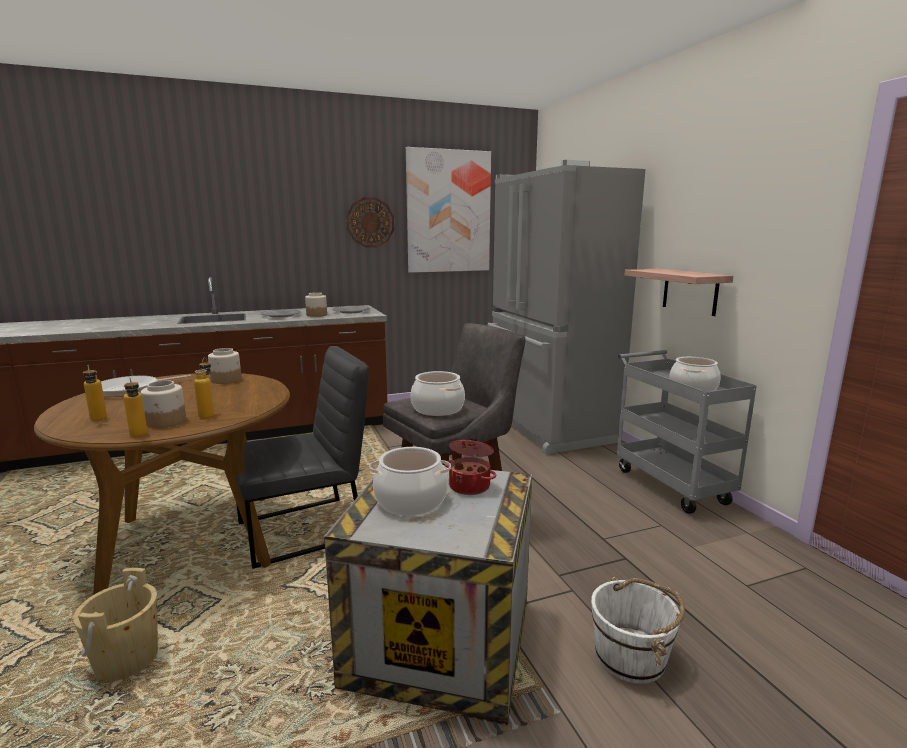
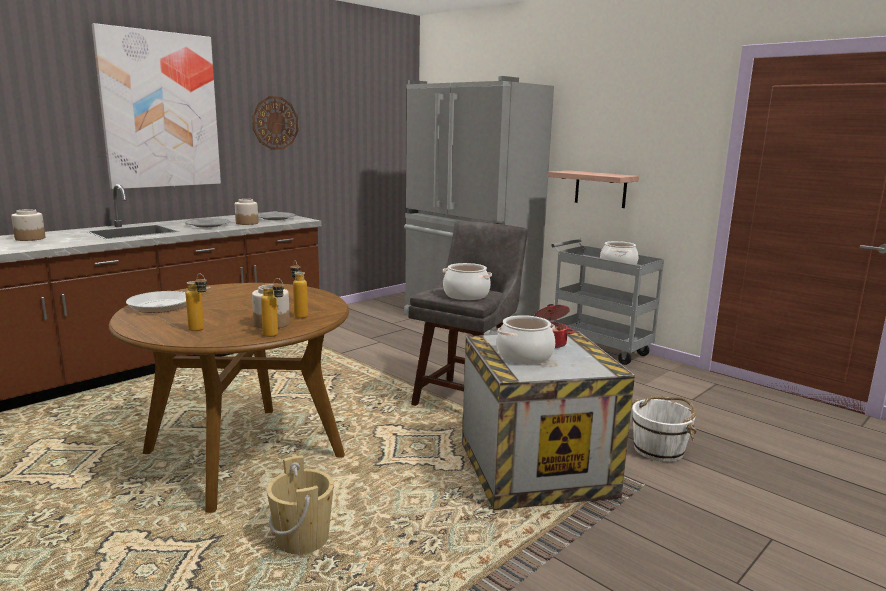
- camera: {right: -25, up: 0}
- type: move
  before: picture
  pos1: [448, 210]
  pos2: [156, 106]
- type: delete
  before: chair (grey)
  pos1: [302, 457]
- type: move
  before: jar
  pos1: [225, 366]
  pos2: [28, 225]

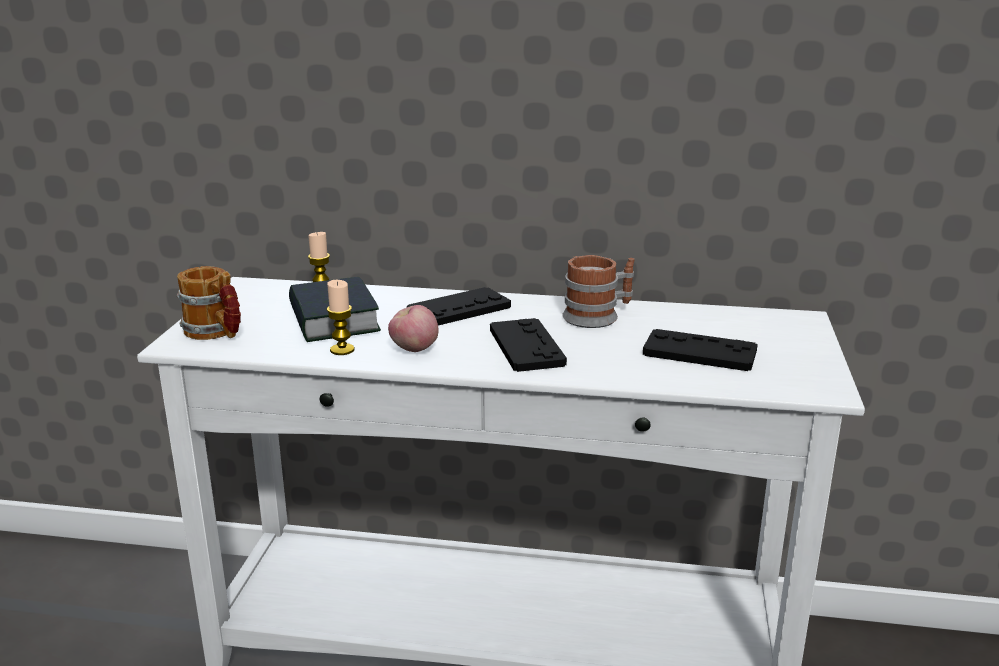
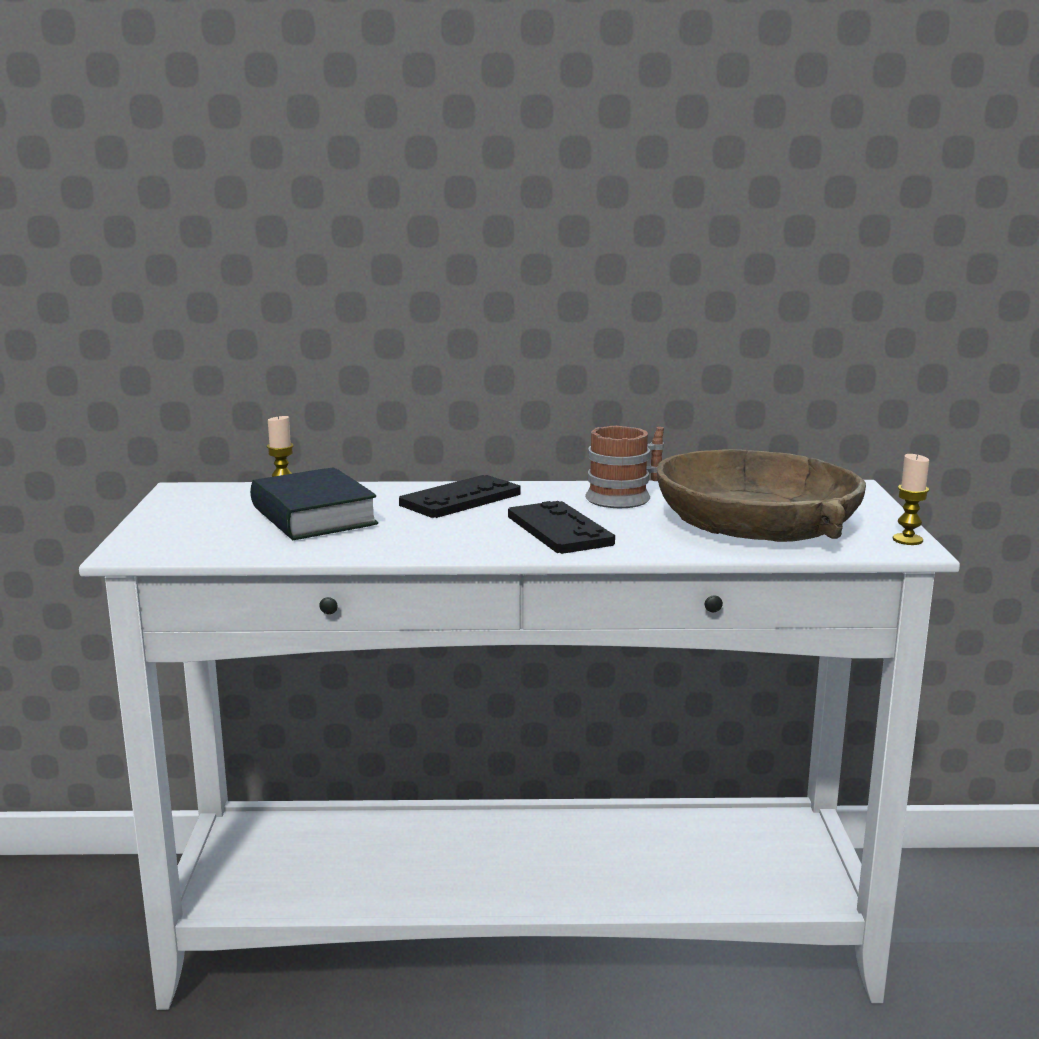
- camera: {right: -10, up: -5}
- type: delete
  before: mug
  pos1: [209, 303]
- type: move
  before: candle
  pos1: [341, 317]
  pos2: [911, 499]
- type: delete
  before: apple
  pos1: [413, 328]
- type: replace
  before: game controller (black)
  after: bowl (brown)
  pos1: [700, 350]
  pos2: [761, 495]

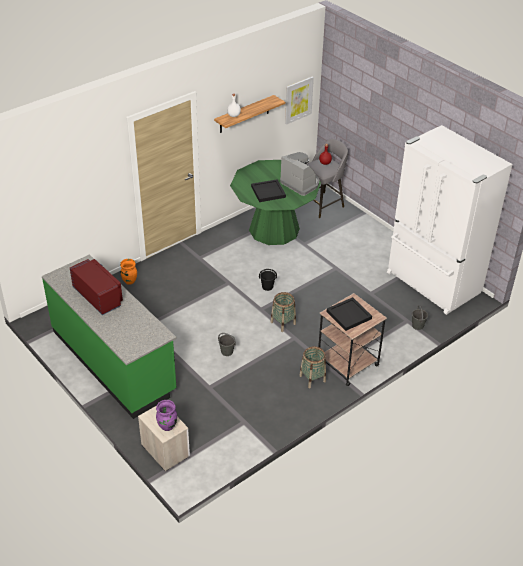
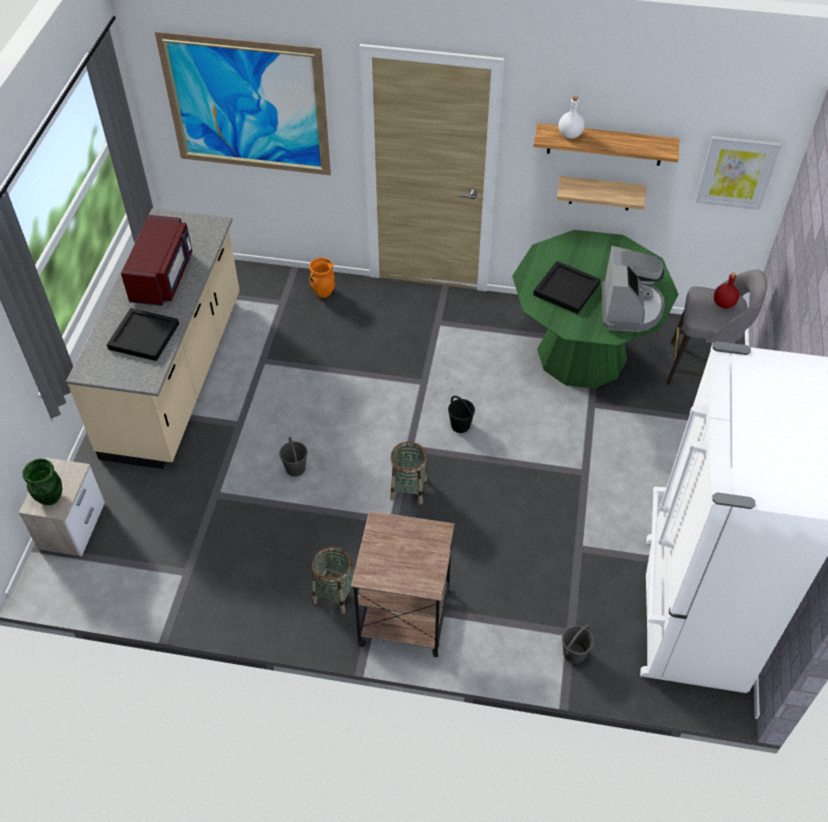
- camera: {right: 50, up: 10}
- type: recolor
  before: counter (green)
  after: counter (beige)
  pos1: [109, 336]
  pos2: [153, 338]
- type: move
  before: tray (black)
  pos1: [349, 314]
  pos2: [143, 334]
- type: recolor
  before: vase (purple)
  after: vase (green)
  pos1: [166, 415]
  pos2: [42, 482]
- type: insert
  after: picture
  pos2: [243, 103]
- type: insert
  after: shelf
  pos2: [601, 193]

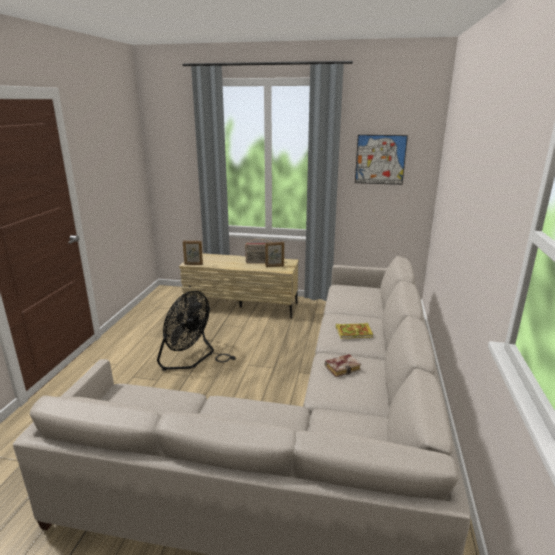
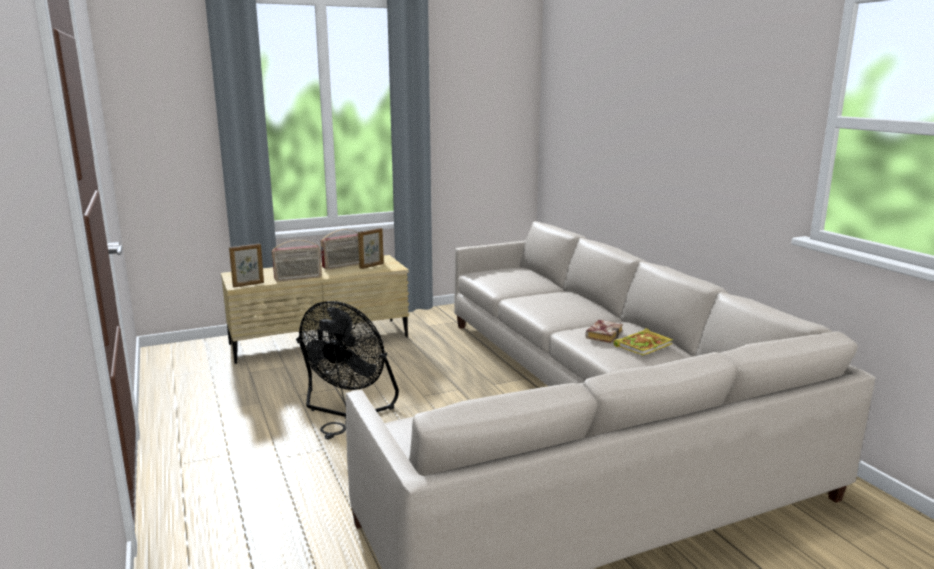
- camera: {right: -35, up: -5}
- type: delete
  before: picture
  pos1: [381, 160]
- type: rotate
  before: fan (black)
  pos1: [196, 331]
  pos2: [347, 370]
  turn: 120
- type: move
  before: book
  pos1: [354, 330]
  pos2: [643, 342]
- type: insert
  after: radio
  pos2: [297, 260]

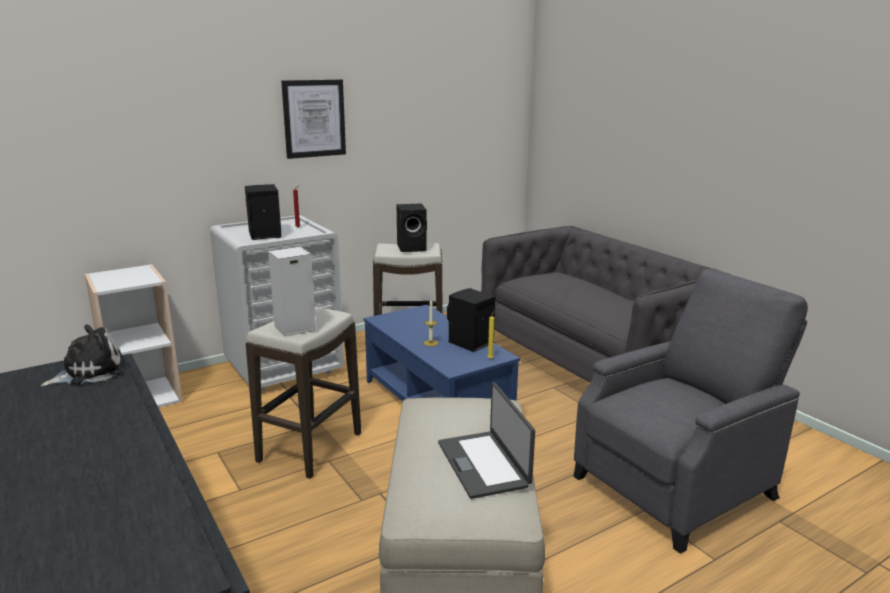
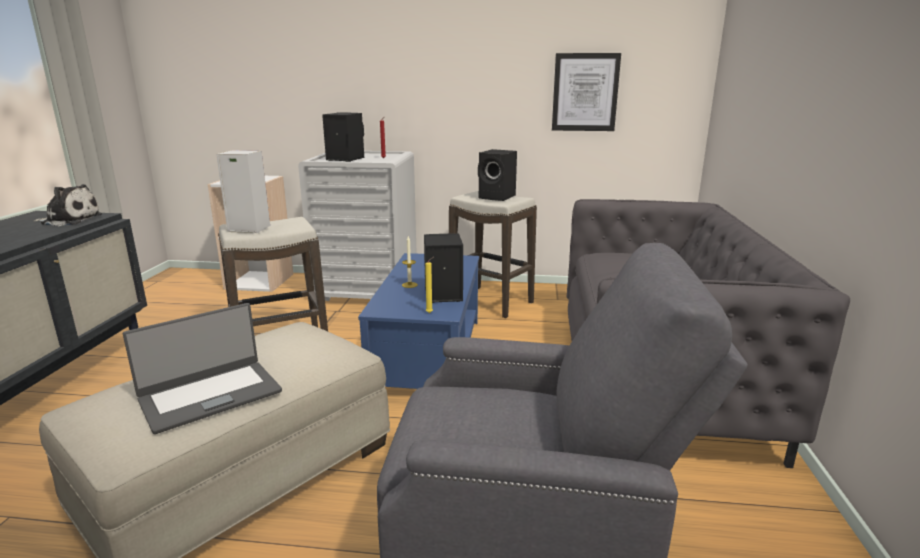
- camera: {right: 40, up: 0}
- type: move
  before: picture
  pos1: [313, 119]
  pos2: [586, 92]
- type: rotate
  before: laptop
  pos1: [486, 440]
  pos2: [202, 368]
  turn: -150

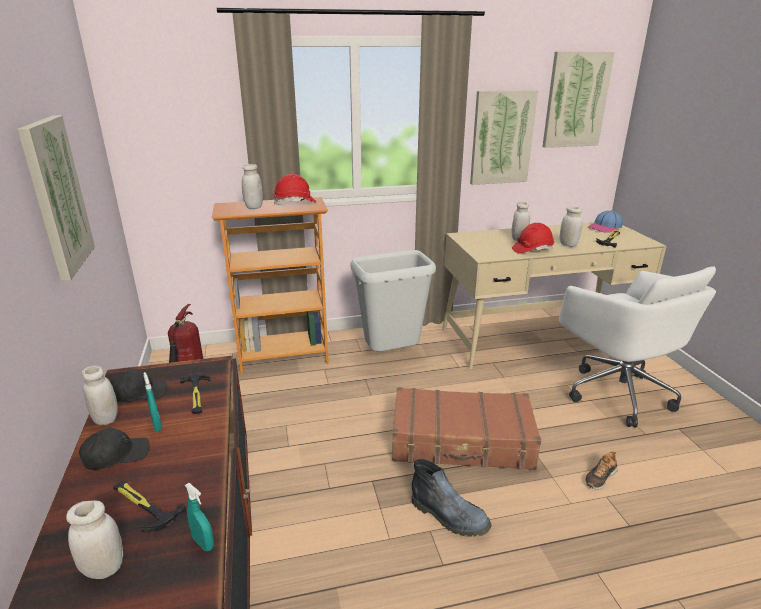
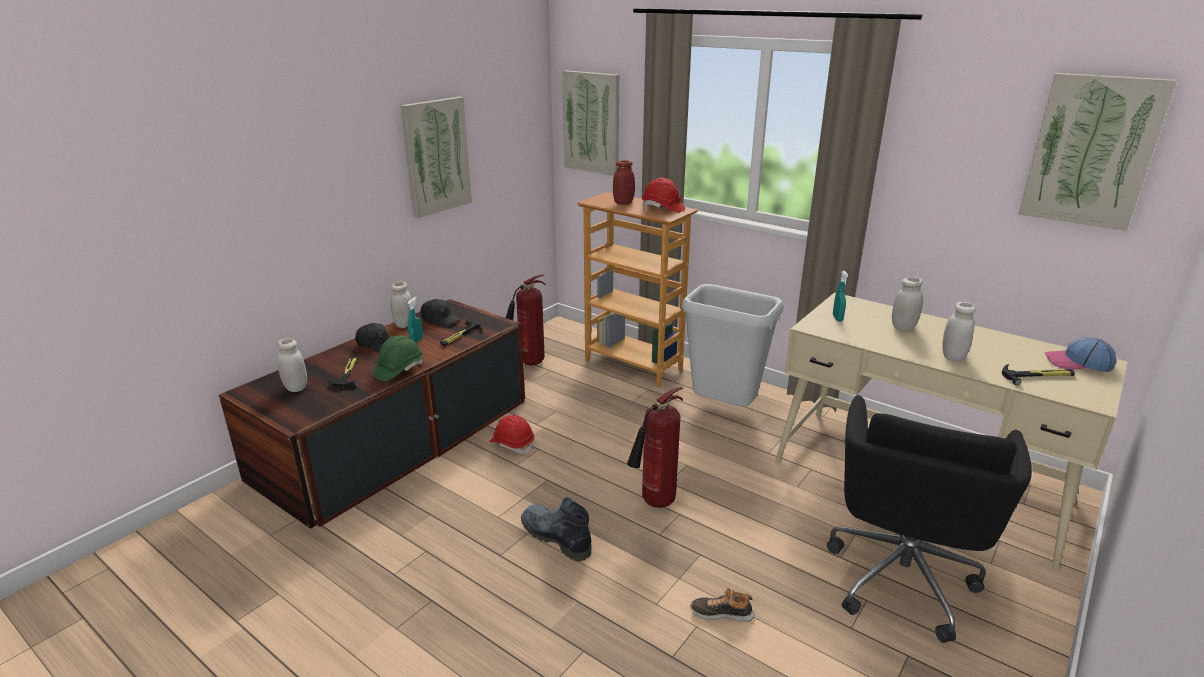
- camera: {right: 50, up: 0}
- type: move
  before: picture
  pos1: [504, 137]
  pos2: [590, 123]
- type: recolor
  before: jar (white)
  after: jar (red)
  pos1: [252, 186]
  pos2: [624, 182]
- type: move
  before: hard hat (red)
  pos1: [533, 238]
  pos2: [512, 434]
- type: recolor
  before: office chair (white)
  after: office chair (black)
  pos1: [637, 347]
  pos2: [929, 519]
- type: replace
  before: suitcase (brown)
  after: fire extinguisher
  pos1: [466, 428]
  pos2: [655, 447]
- type: rotate
  before: boot
  pos1: [452, 498]
  pos2: [556, 529]
  turn: 135
- type: move
  before: spray bottle (turquoise)
  pos1: [199, 517]
  pos2: [840, 296]
- type: insert
  after: hard hat (green)
  pos2: [398, 358]

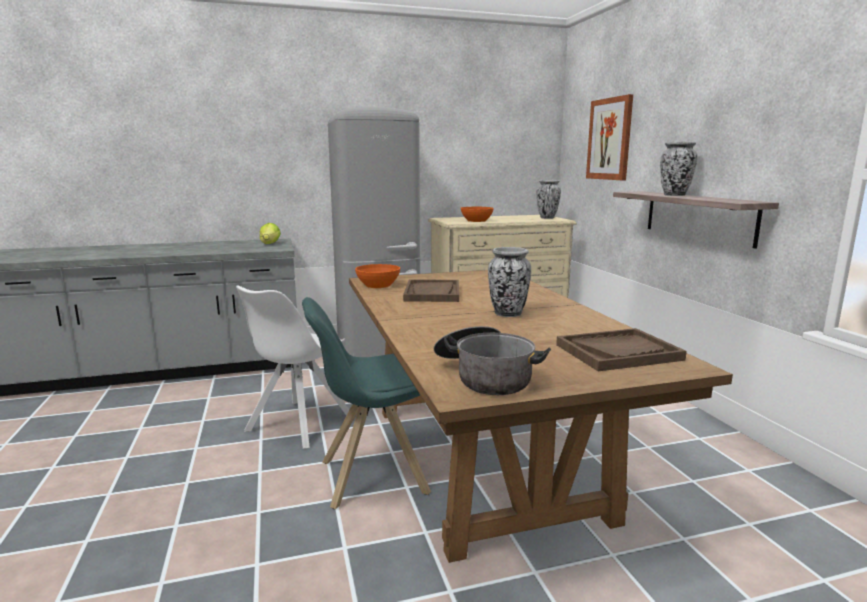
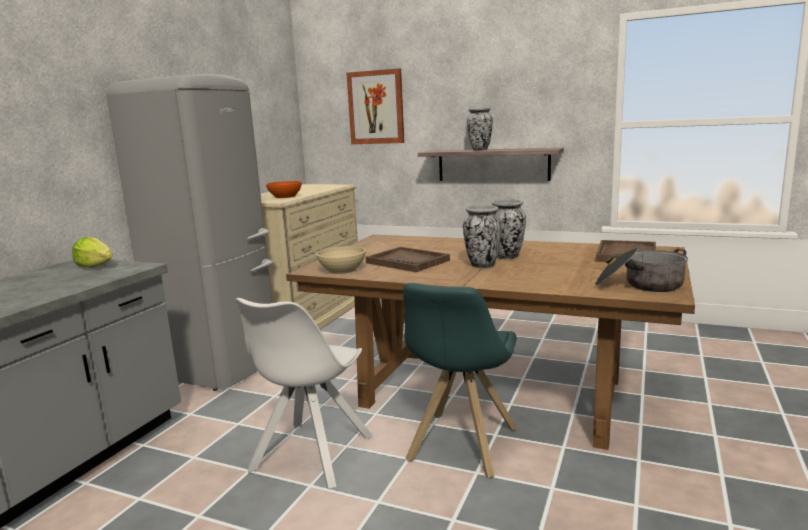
- camera: {right: -50, up: 0}
- type: move
  before: vase
  pos1: [549, 199]
  pos2: [482, 236]
- type: recolor
  before: bowl (orange)
  after: bowl (beige)
  pos1: [377, 276]
  pos2: [341, 260]
- type: rotate
  before: chair (white)
  pos1: [292, 367]
  pos2: [304, 393]
  turn: 45

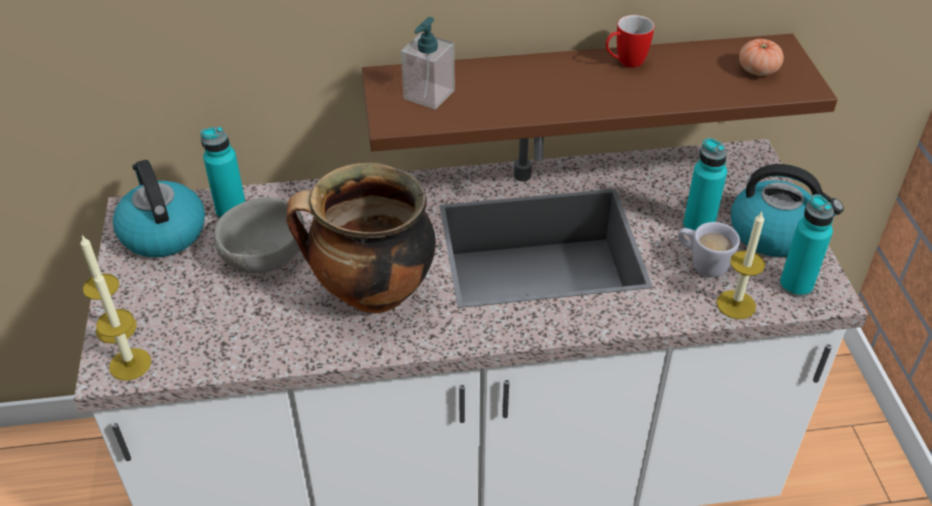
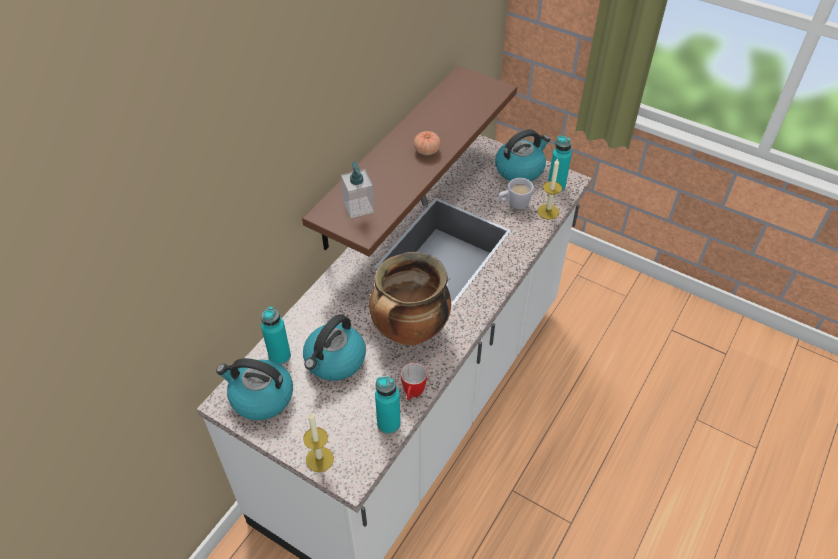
- camera: {right: -50, up: 5}
- type: move
  before: mug
  pos1: [630, 41]
  pos2: [414, 381]
- type: move
  before: tomato
  pos1: [761, 57]
  pos2: [427, 143]
- type: move
  before: bottle (turquoise)
  pos1: [705, 184]
  pos2: [388, 405]
- type: replace
  before: bowl (grey)
  after: kettle
  pos1: [259, 235]
  pos2: [334, 347]
- type: delete
  before: candle
  pos1: [122, 326]

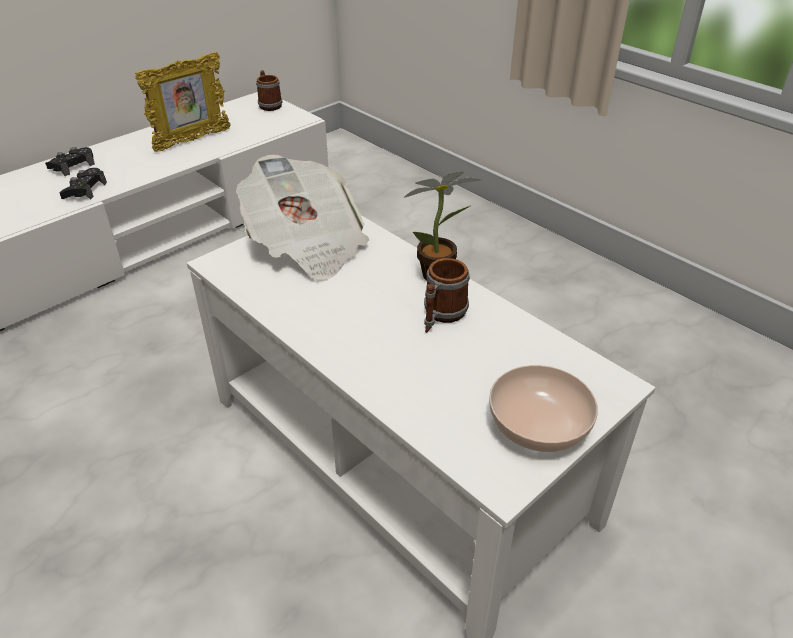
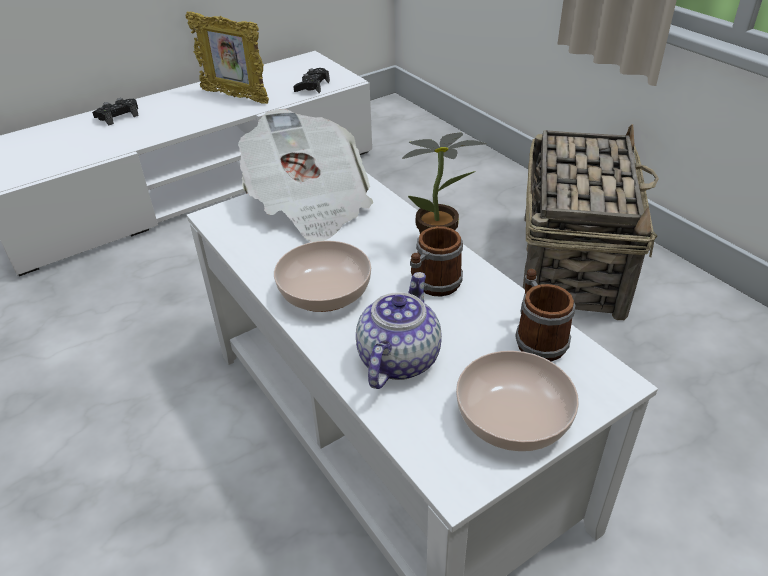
- camera: {right: 10, up: 0}
- type: rotate
  before: picture frame
  pos1: [183, 102]
  pos2: [227, 57]
  turn: 60
- type: move
  before: mug
  pos1: [269, 90]
  pos2: [545, 315]
- type: move
  before: game controller (black)
  pos1: [83, 183]
  pos2: [311, 80]
- type: insert
  after: basket
  pos2: [591, 222]
- type: insert
  after: bowl
  pos2: [322, 276]
- type: insert
  after: teapot
  pos2: [399, 330]

